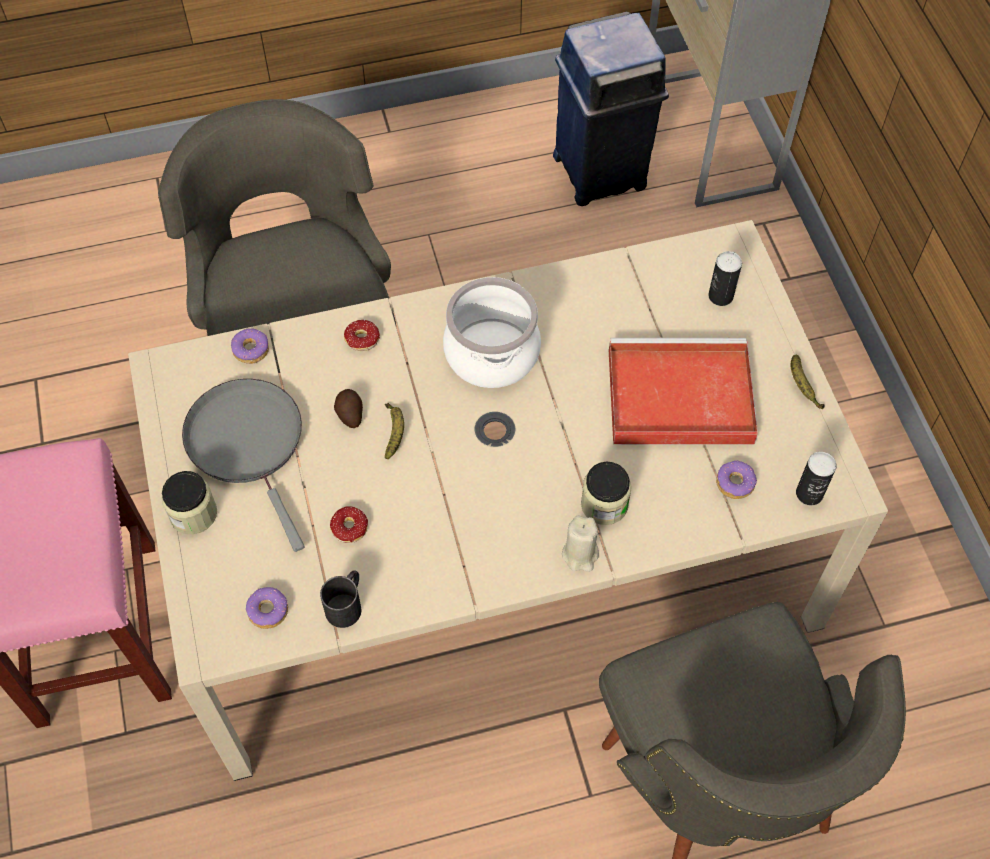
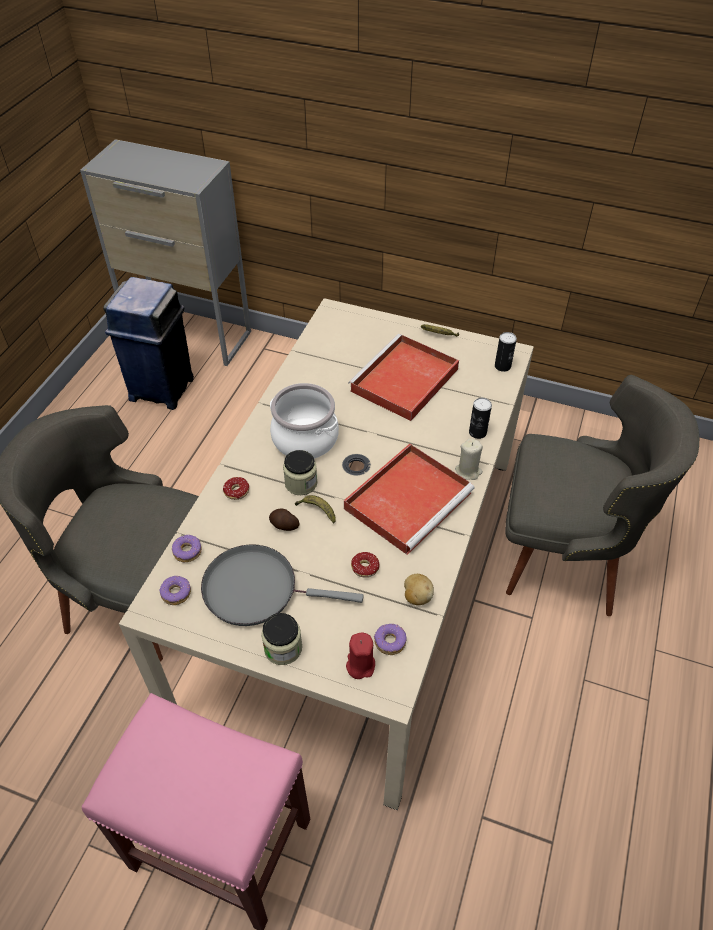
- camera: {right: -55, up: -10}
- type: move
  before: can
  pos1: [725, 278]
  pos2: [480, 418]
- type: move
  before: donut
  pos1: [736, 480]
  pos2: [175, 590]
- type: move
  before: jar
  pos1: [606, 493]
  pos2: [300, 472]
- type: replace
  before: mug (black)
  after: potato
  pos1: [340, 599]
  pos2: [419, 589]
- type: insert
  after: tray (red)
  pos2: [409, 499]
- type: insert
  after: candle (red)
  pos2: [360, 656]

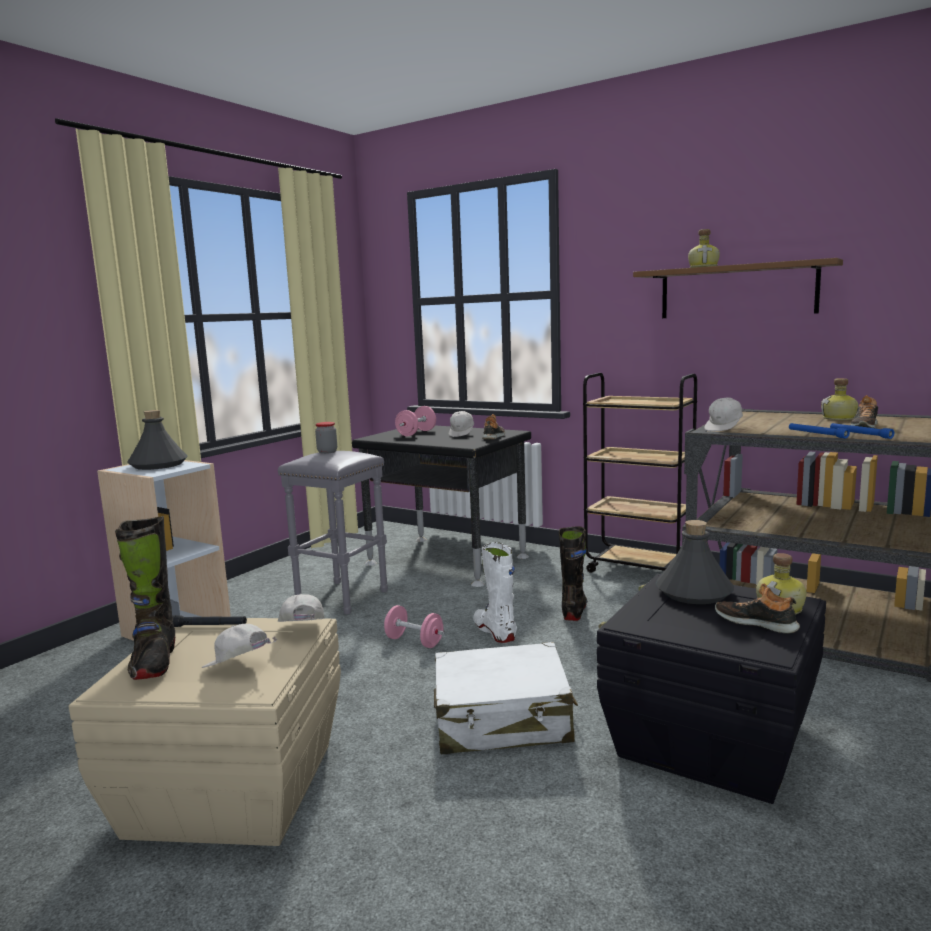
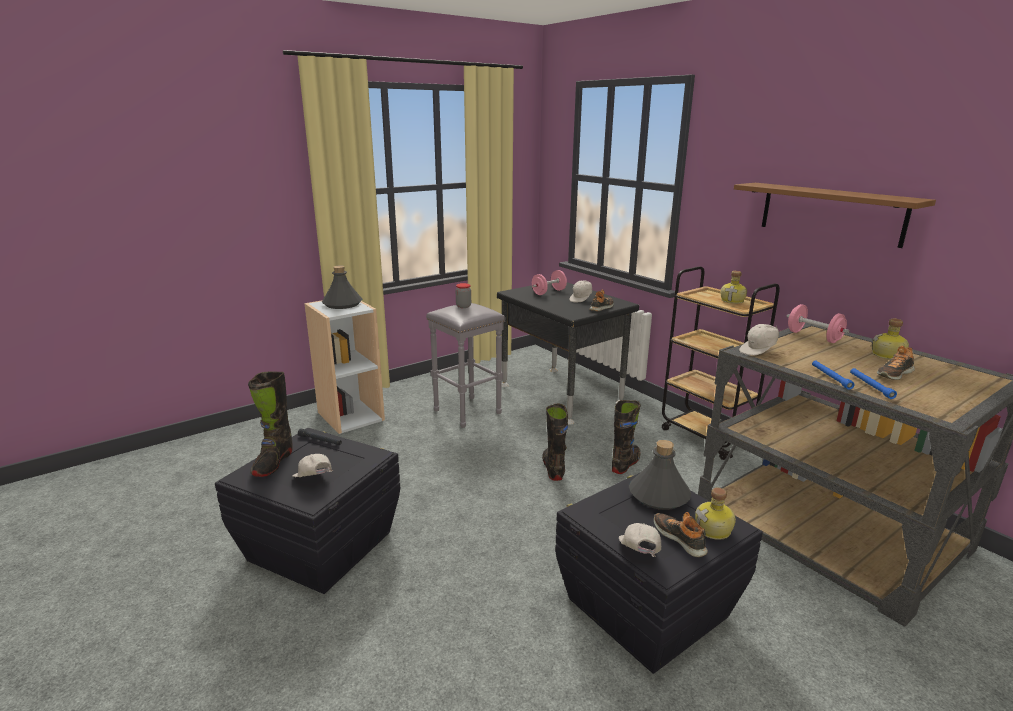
- camera: {right: 20, up: 10}
- type: move
  before: bottle
  pos1: [704, 248]
  pos2: [733, 287]
- type: recolor
  before: boot (white)
  after: boot (black)
  pos1: [495, 592]
  pos2: [555, 442]
- type: move
  before: cap (white)
  pos1: [300, 608]
  pos2: [640, 540]
- type: move
  before: dumbbell (pink)
  pos1: [414, 626]
  pos2: [818, 323]
- type: recolor
  before: storage box (beige)
  after: storage box (black)
  pos1: [204, 732]
  pos2: [307, 511]
- type: delete
  before: suitcase (white)
  pos1: [506, 698]

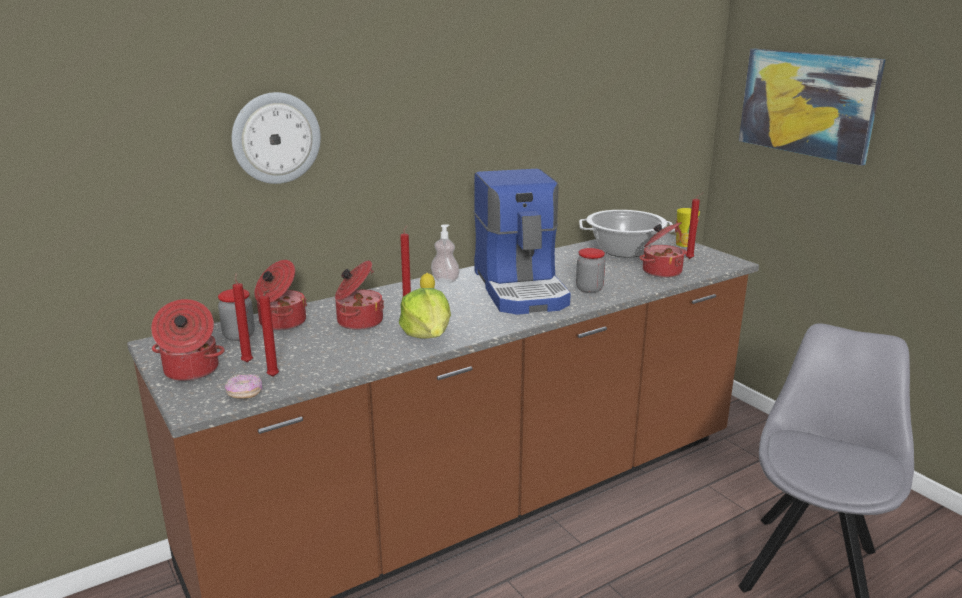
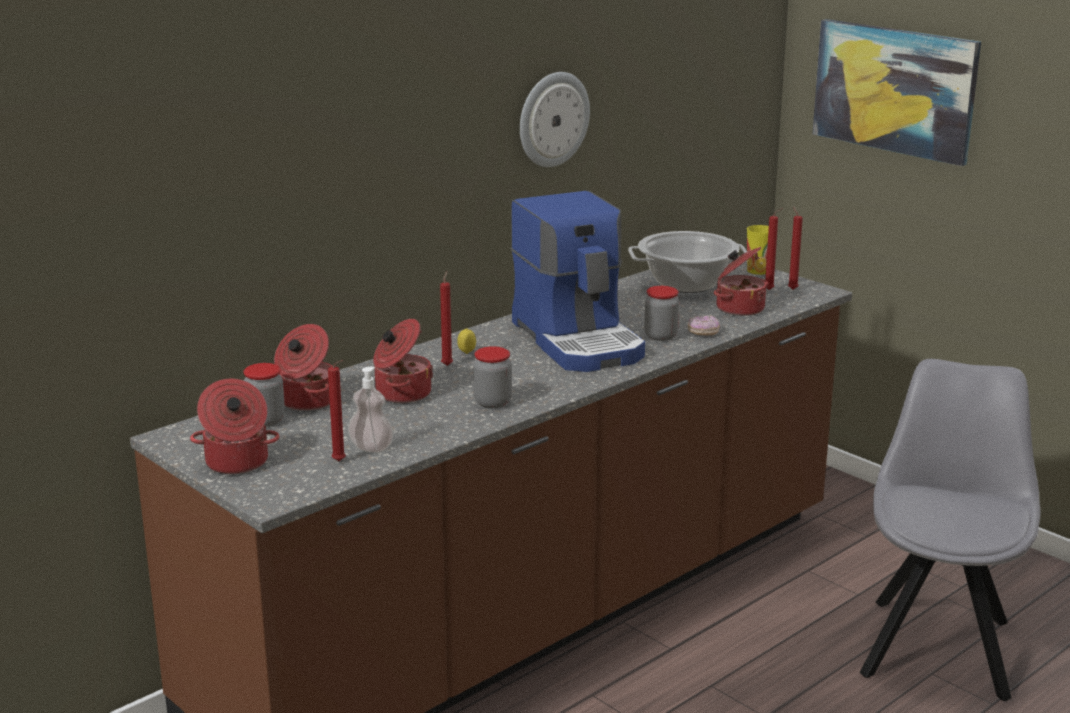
- camera: {right: -10, up: 0}
- type: move
  before: wall clock
  pos1: [276, 138]
  pos2: [555, 119]
- type: move
  before: soap dispenser
  pos1: [445, 253]
  pos2: [370, 409]
- type: move
  before: candle (red)
  pos1: [242, 317]
  pos2: [795, 248]
- type: replace
  before: lettuce
  after: jar
  pos1: [425, 313]
  pos2: [492, 377]
- type: move
  before: donut
  pos1: [243, 386]
  pos2: [704, 325]

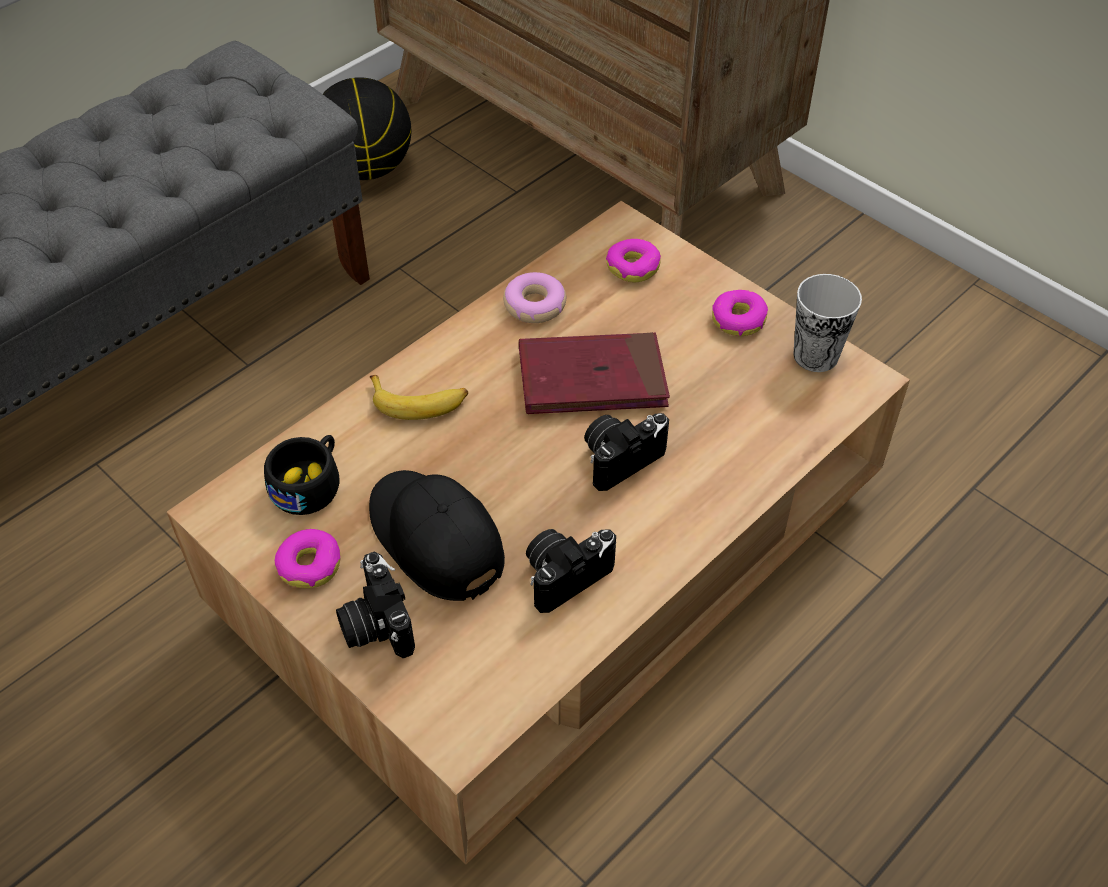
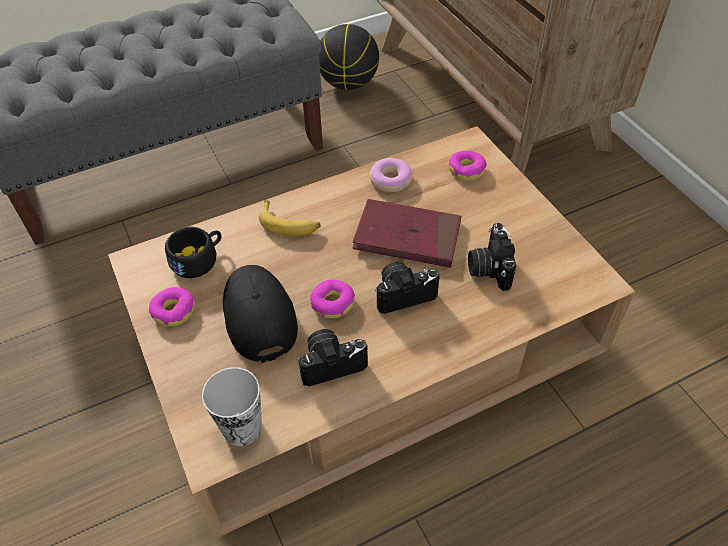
- camera: {right: 20, up: 0}
- type: move
  before: cup
  pos1: [828, 323]
  pos2: [232, 406]
- type: move
  before: donut
  pos1: [740, 313]
  pos2: [332, 299]
- type: move
  before: photo camera
  pos1: [375, 605]
  pos2: [492, 257]

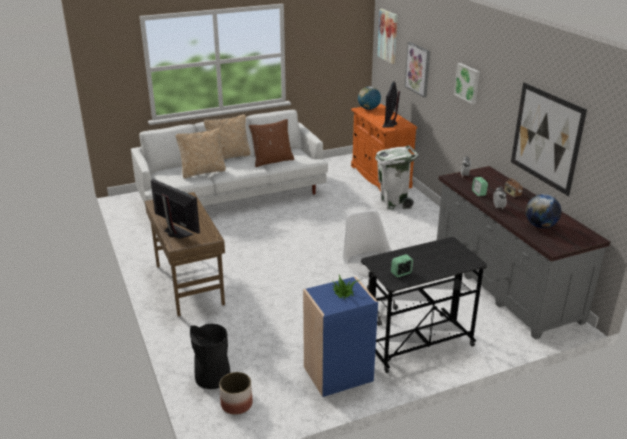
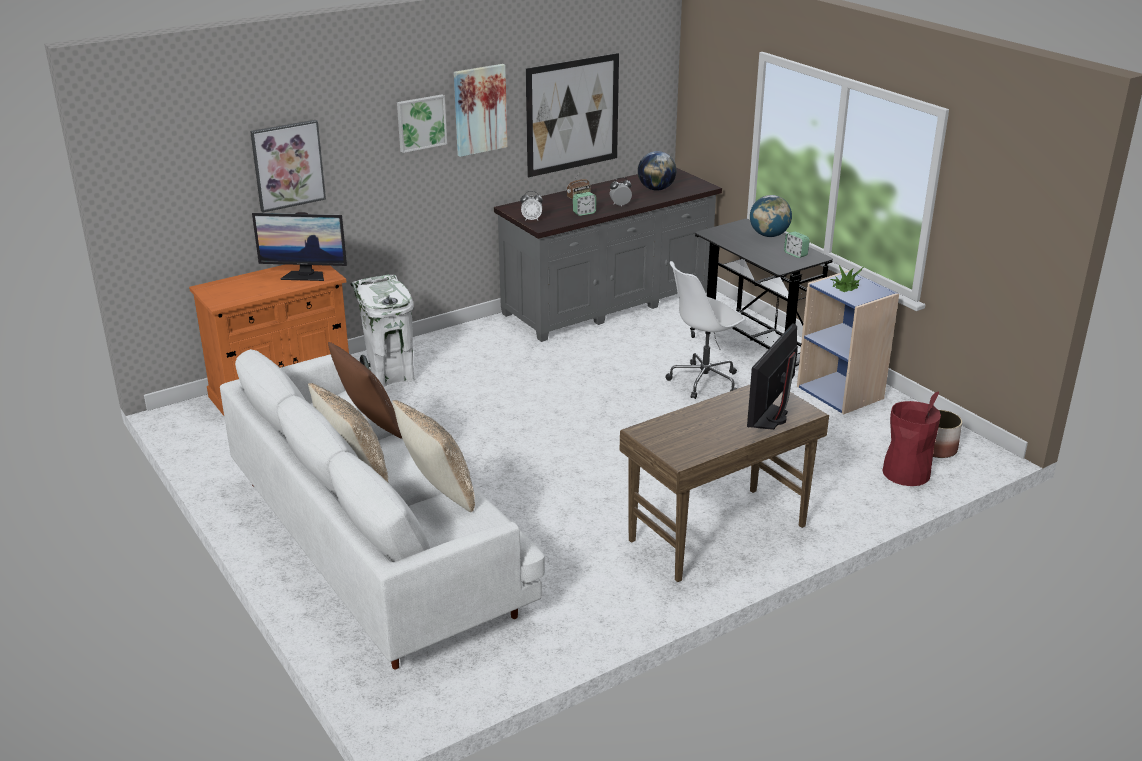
- camera: {right: -100, up: 0}
- type: move
  before: picture
  pos1: [387, 36]
  pos2: [481, 110]
- type: move
  before: globe
  pos1: [369, 98]
  pos2: [771, 216]
- type: recolor
  before: trash can (black)
  after: trash can (red)
  pos1: [210, 356]
  pos2: [911, 438]

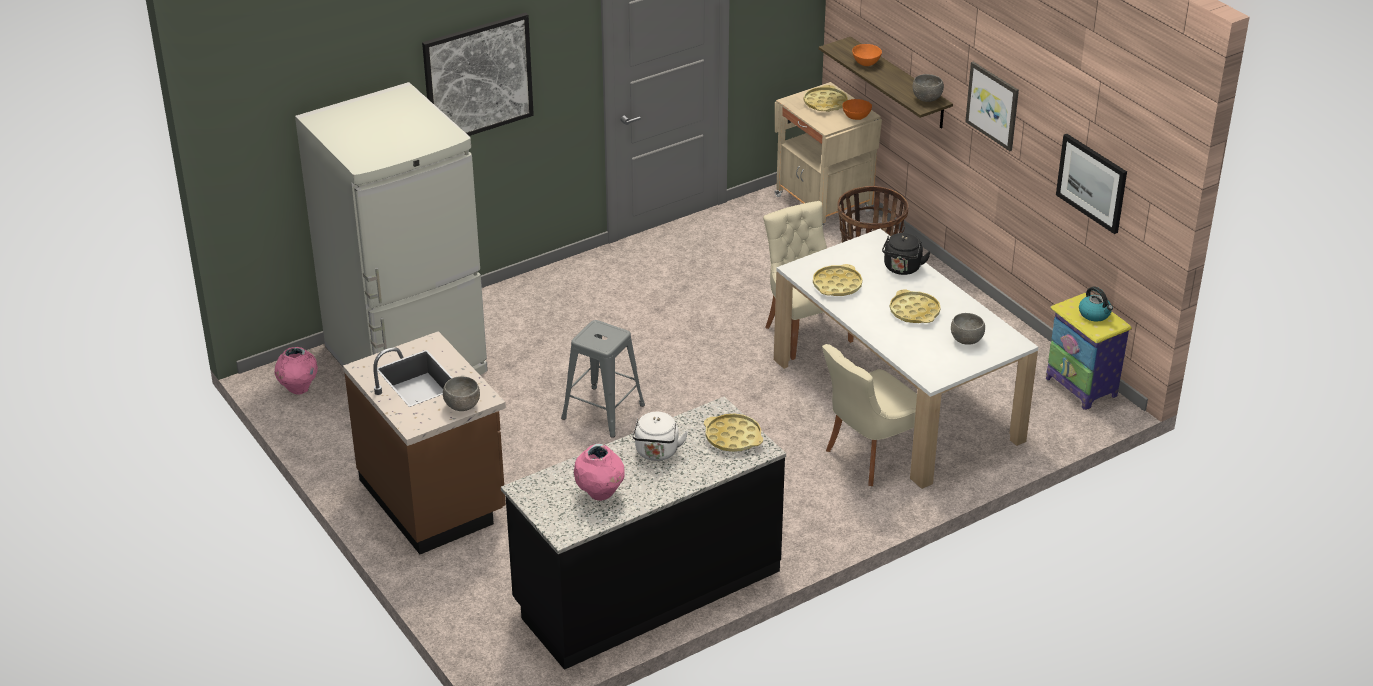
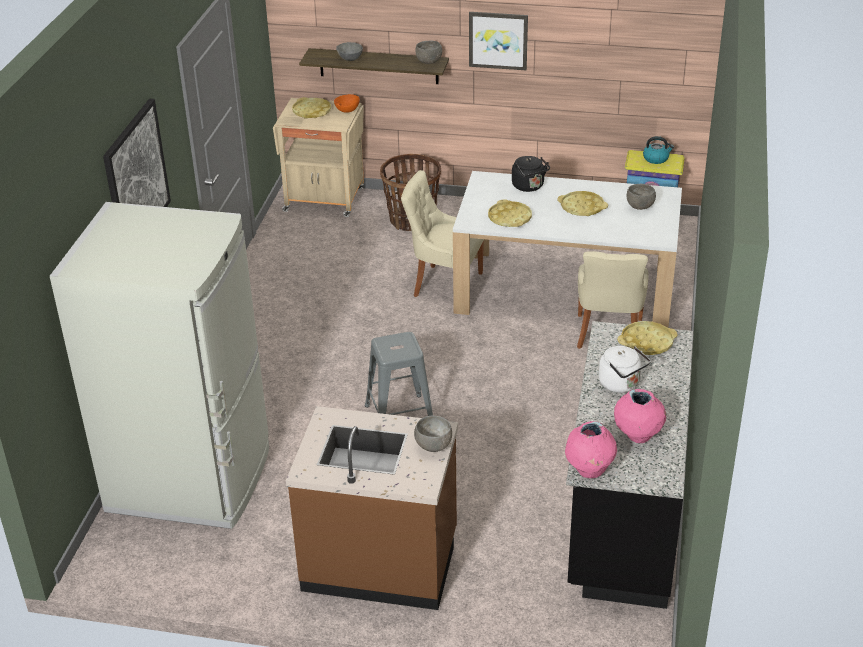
- camera: {right: -45, up: 0}
- type: recolor
  before: bowl (orange)
  after: bowl (grey)
  pos1: [867, 55]
  pos2: [349, 51]
- type: delete
  before: picture
  pos1: [1091, 184]
- type: move
  before: vase (pink)
  pos1: [296, 371]
  pos2: [591, 449]

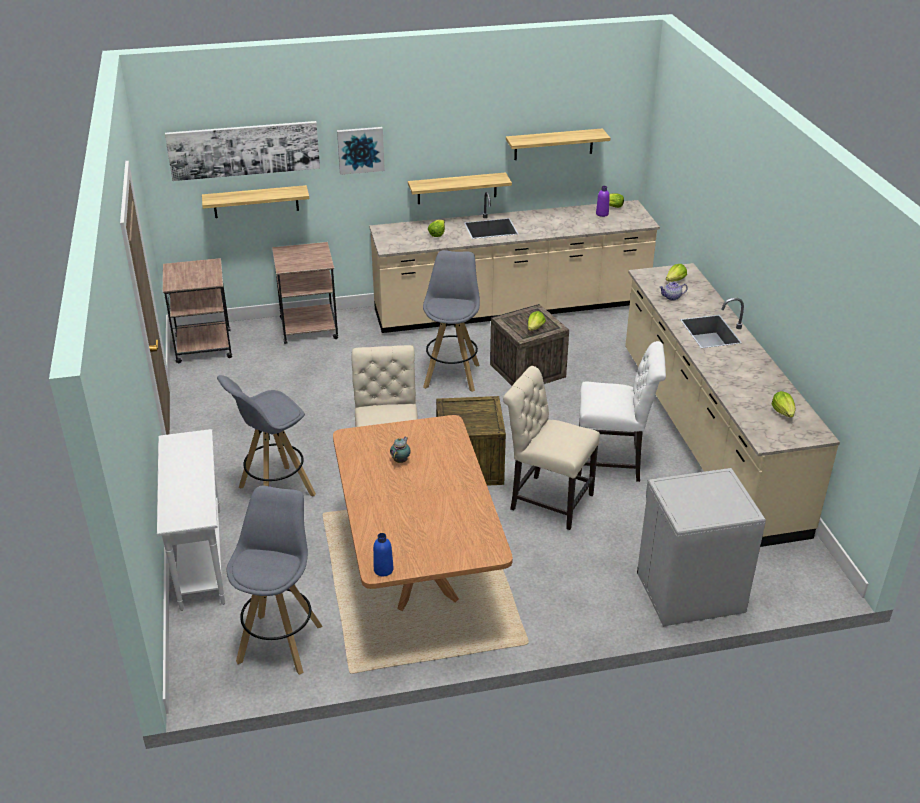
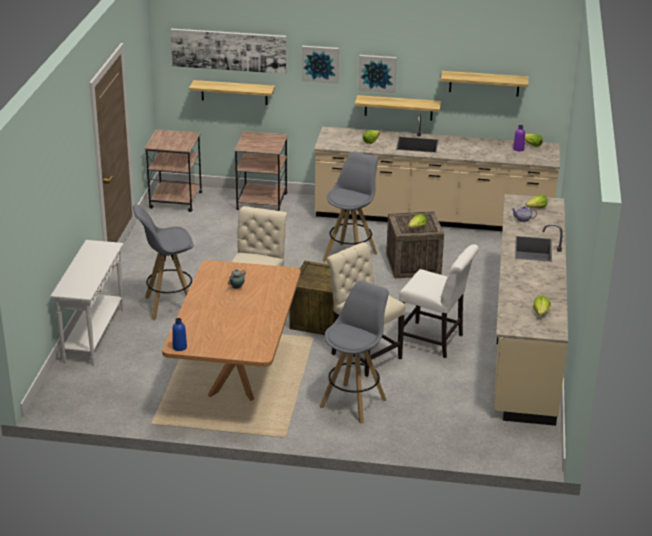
- camera: {right: 20, up: -5}
- type: delete
  before: washing machine (white)
  pos1: [701, 547]
- type: move
  before: stool (grey)
  pos1: [274, 580]
  pos2: [354, 352]
- type: insert
  after: picture
  pos2: [378, 74]

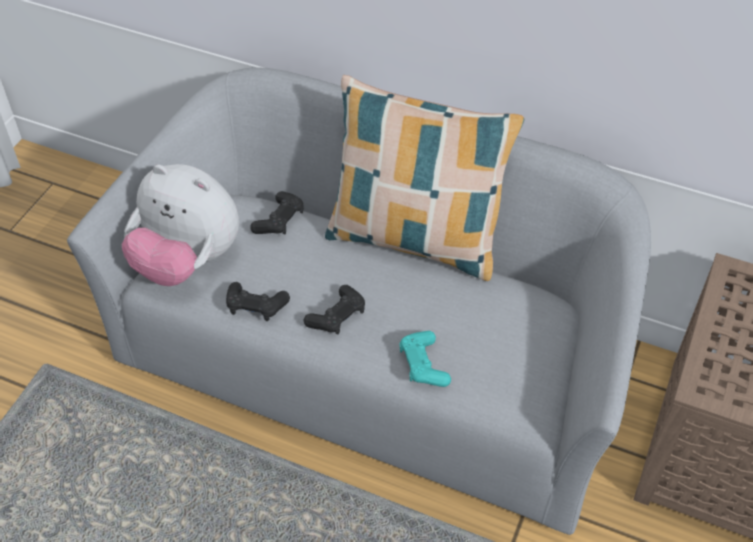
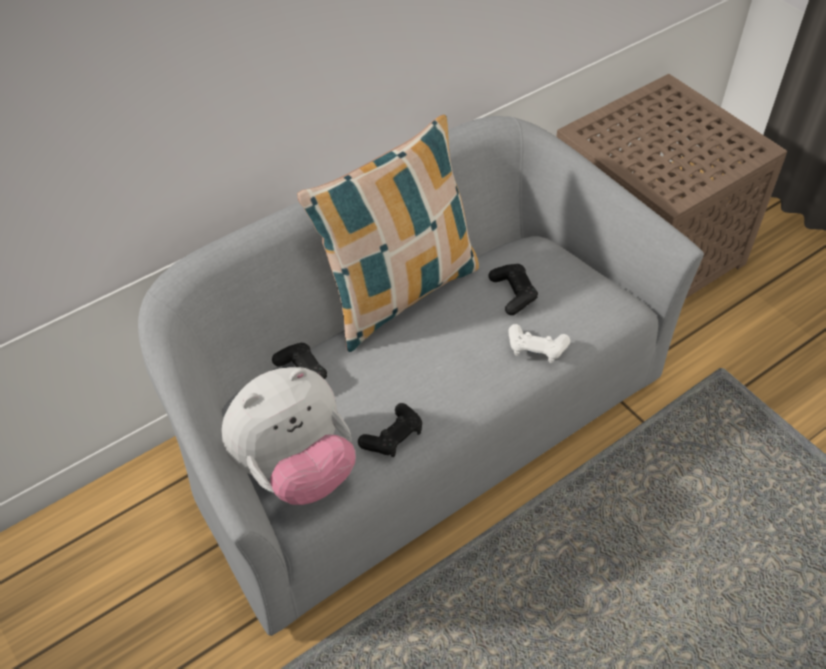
- camera: {right: -60, up: 0}
- type: move
  before: game controller (black)
  pos1: [334, 310]
  pos2: [513, 289]
- type: recolor
  before: game controller (turquoise)
  after: game controller (white)
  pos1: [425, 359]
  pos2: [539, 343]

